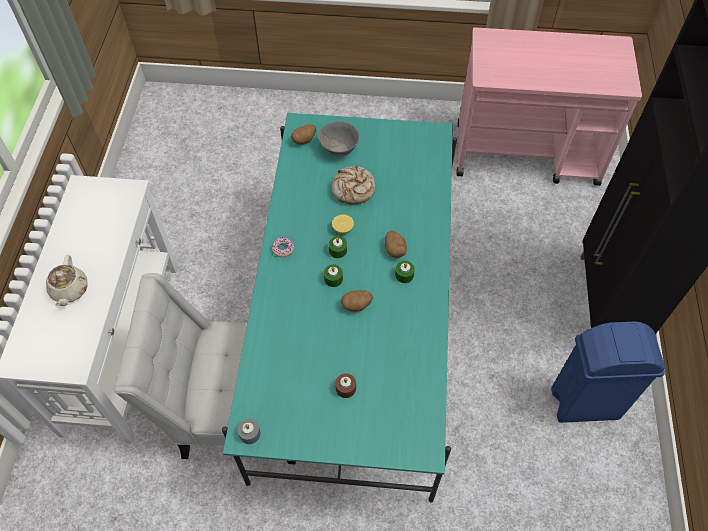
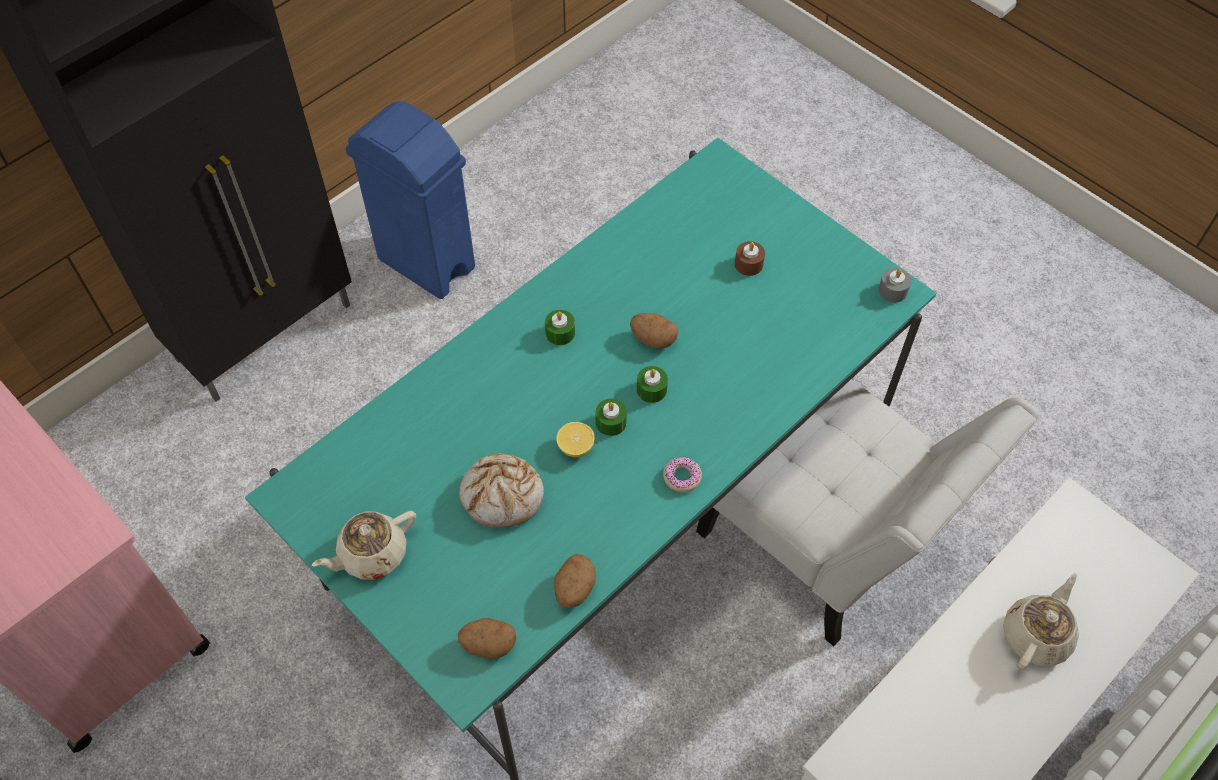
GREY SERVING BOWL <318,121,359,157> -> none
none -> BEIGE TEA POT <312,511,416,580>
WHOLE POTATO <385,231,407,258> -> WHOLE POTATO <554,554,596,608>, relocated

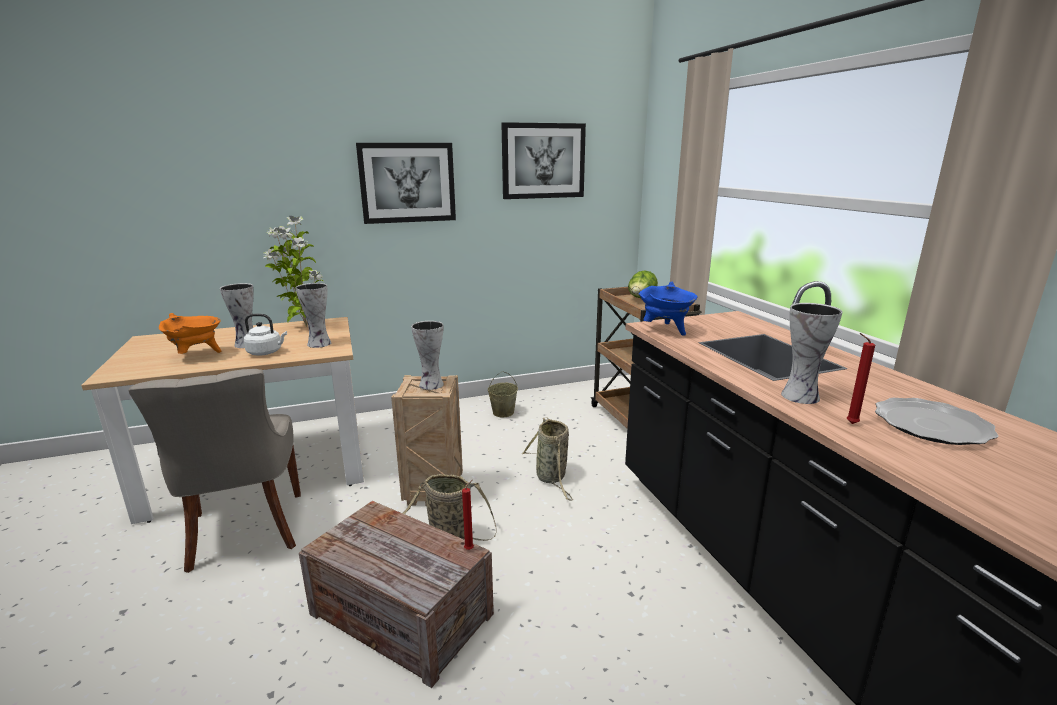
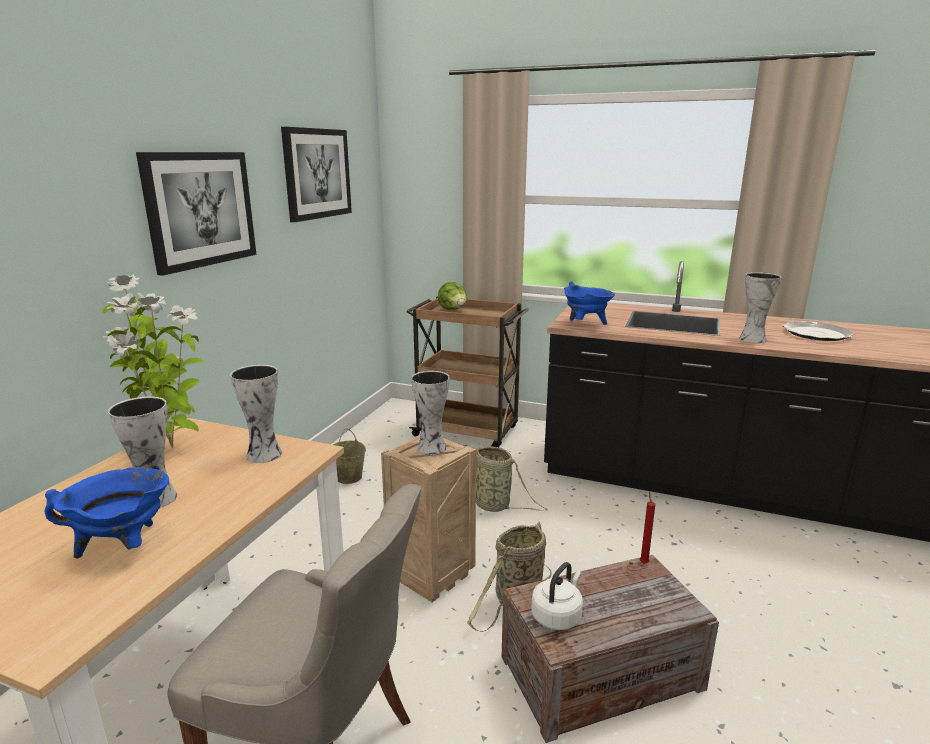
RED-COLOURED WAX CANDLE <847,333,875,424> -> none
WHITE TEA KETTLE <243,314,287,355> -> WHITE TEA KETTLE <531,562,583,630>, relocated
ORANGEY COOKING POT <159,313,221,354> -> BLUE-COLOURED COOKING POT <44,467,169,559>

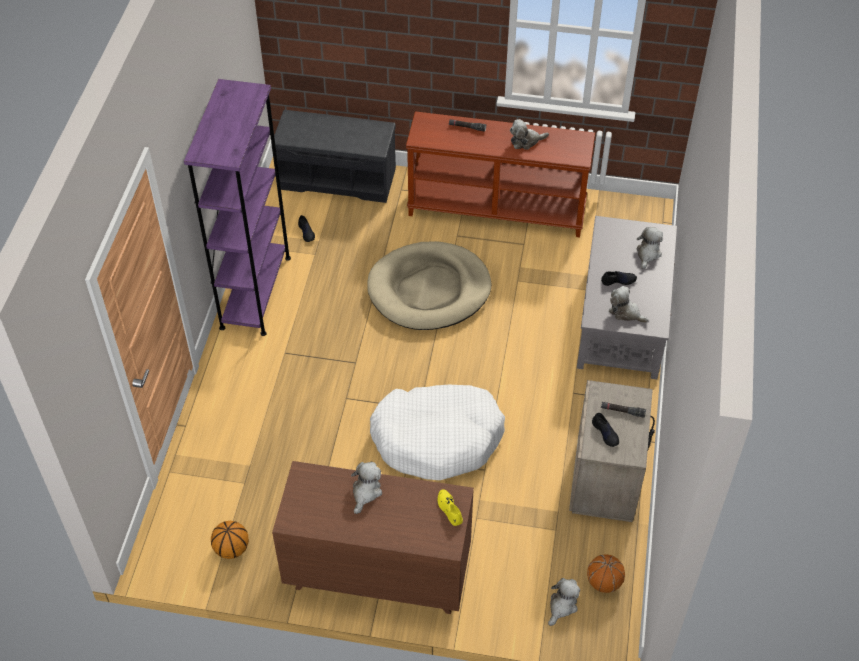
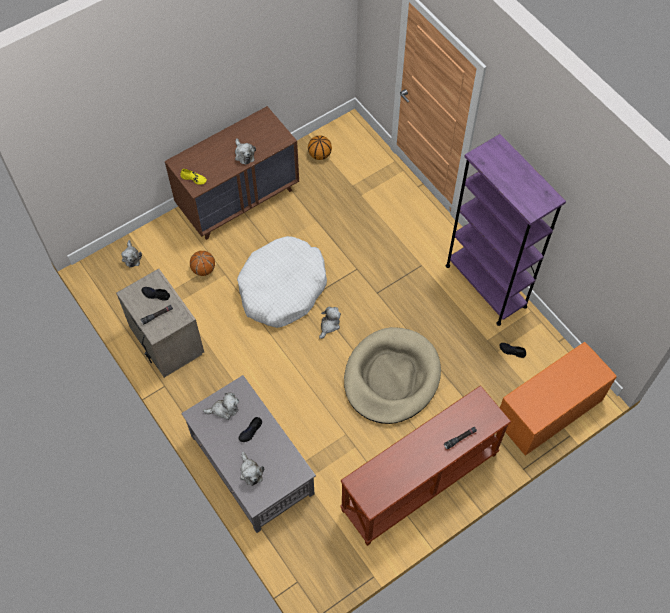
SOFT TOY <510,119,549,150> -> SOFT TOY <319,306,341,339>, relocated
BASKETBALL BALL <587,555,625,593> -> BASKETBALL BALL <190,251,215,276>, relocated
GREY INDOOR BENCH <274,110,396,203> -> ORANGEY INDOOR BENCH <500,342,617,456>

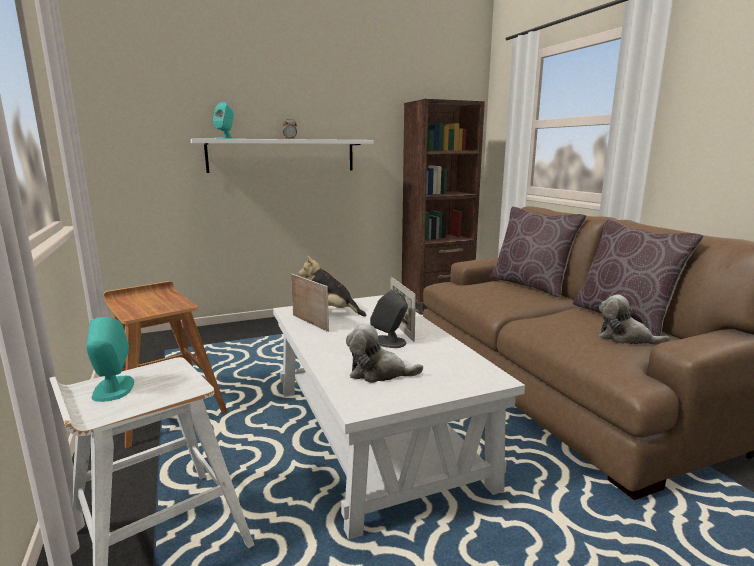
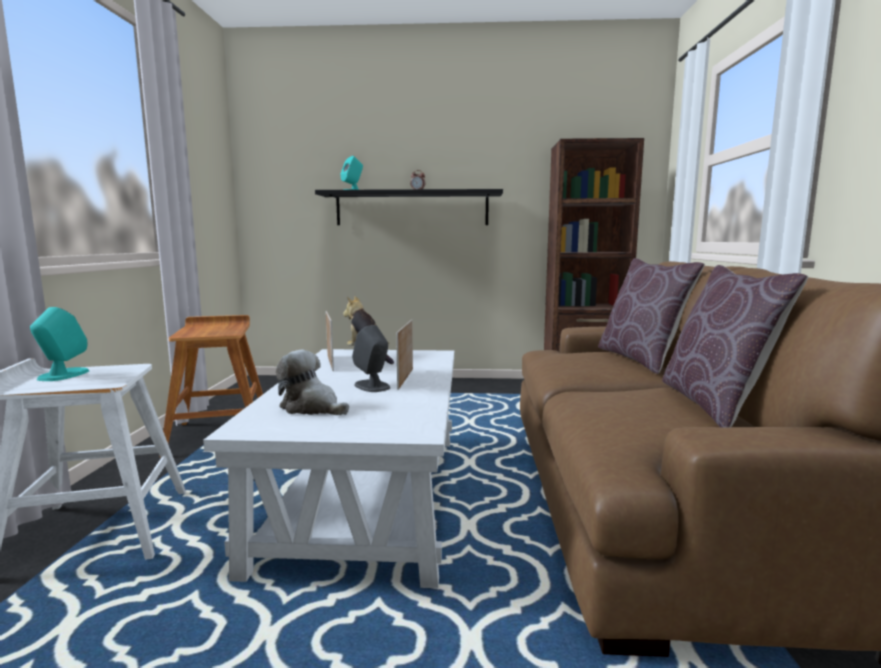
SOFT TOY <599,295,670,345> -> none
WHITE WALL SHELF <190,138,374,173> -> BLACK WALL SHELF <315,189,503,225>

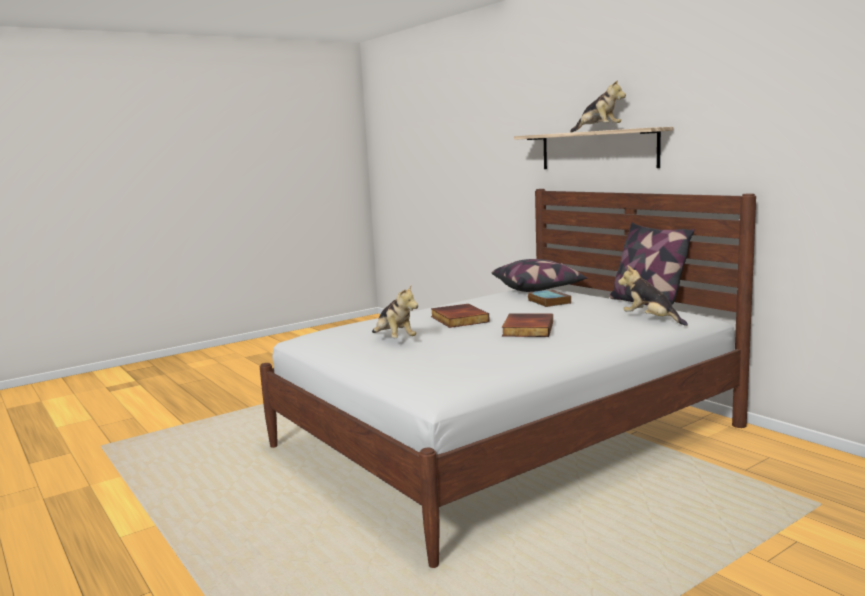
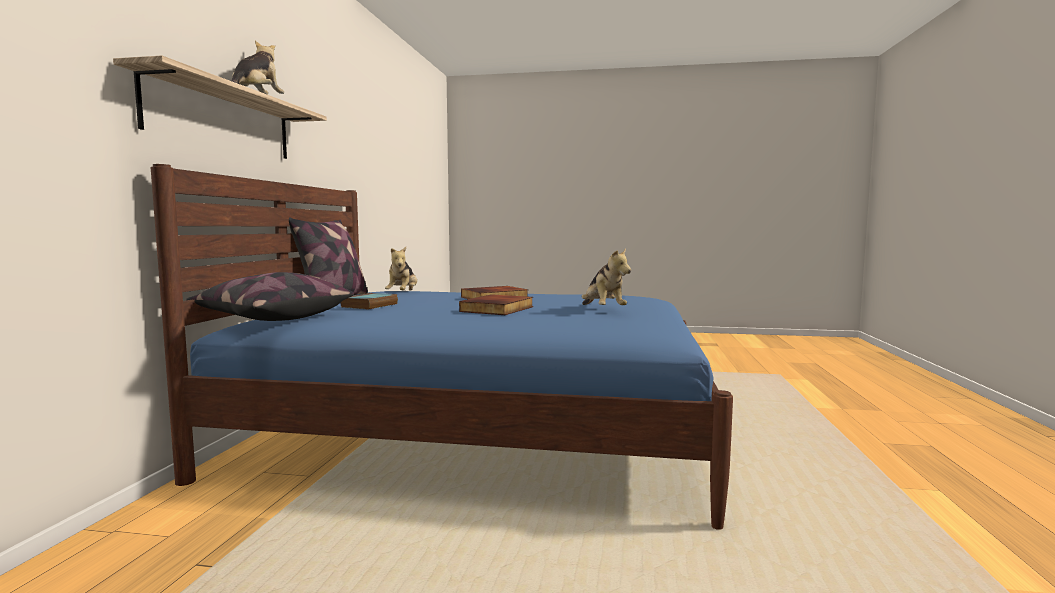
WHITE SLEEPING BED <260,189,756,568> -> BLUE-COLOURED SLEEPING BED <151,164,733,530>
SOFT TOY <372,286,418,338> -> SOFT TOY <582,248,631,305>, 150 degrees clockwise

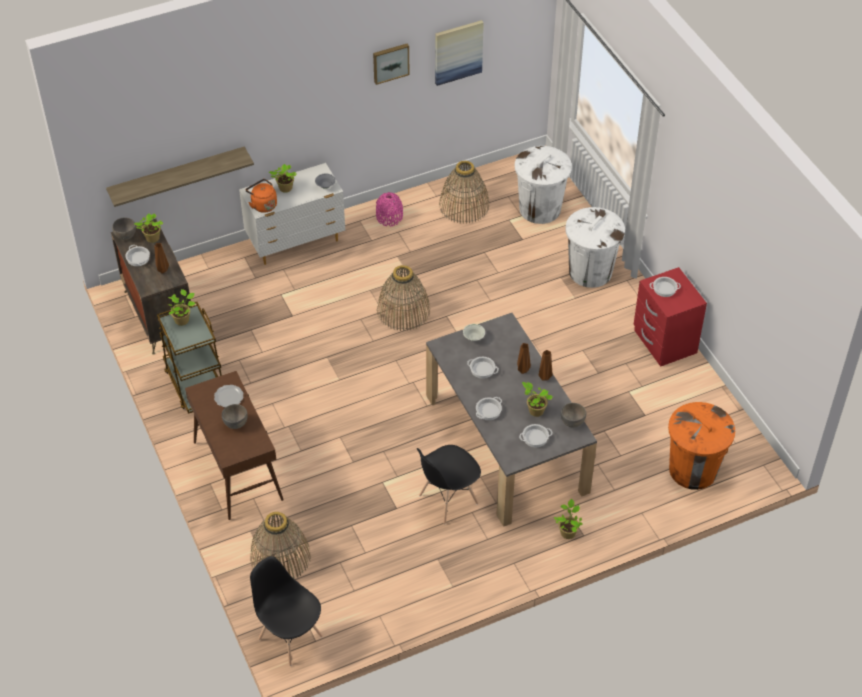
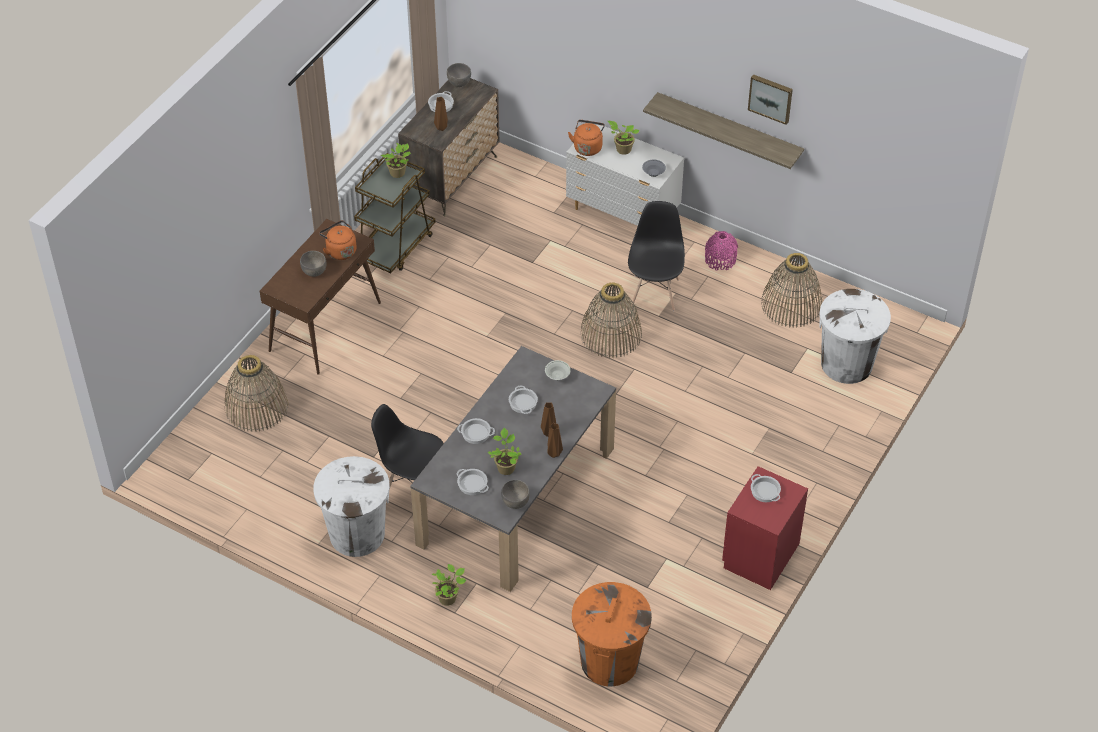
HOUSEPLANT <134,213,163,243> -> none
PICTURE <435,20,484,86> -> none
WALL SHELF <106,147,254,207> -> WALL SHELF <643,92,804,169>, relocated
BLACK UPRIGHT CHAIR <250,556,323,666> -> BLACK UPRIGHT CHAIR <628,201,685,311>, relocated
WHITE RUBBISH BIN <565,207,625,288> -> WHITE RUBBISH BIN <313,456,390,557>, relocated
DINNER PLATE <214,385,243,407> -> ORANGEY TEA KETTLE <320,220,357,260>

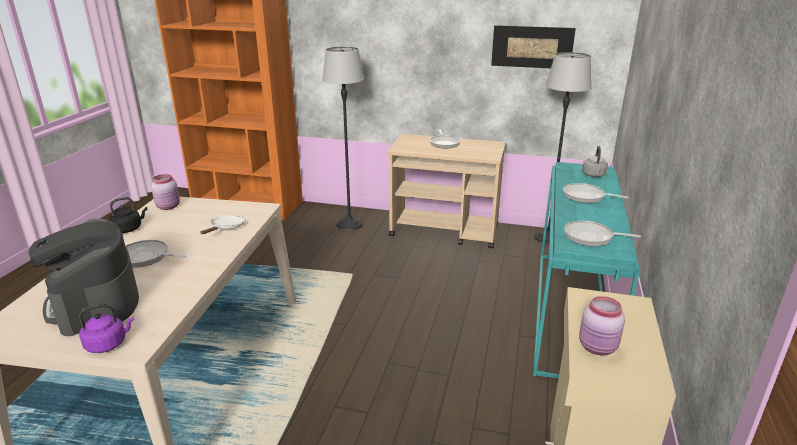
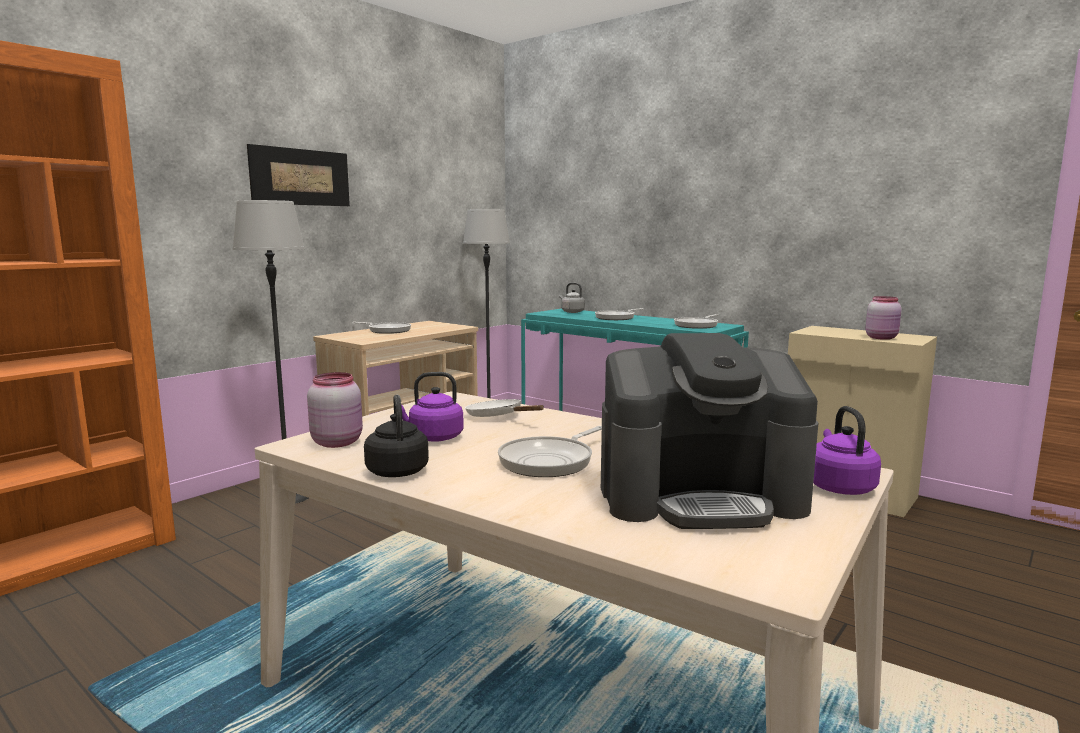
none -> PURPLE-COLOURED TEA KETTLE <402,372,464,442>
PICTURE <491,25,576,68> -> PICTURE <247,144,350,206>, relocated

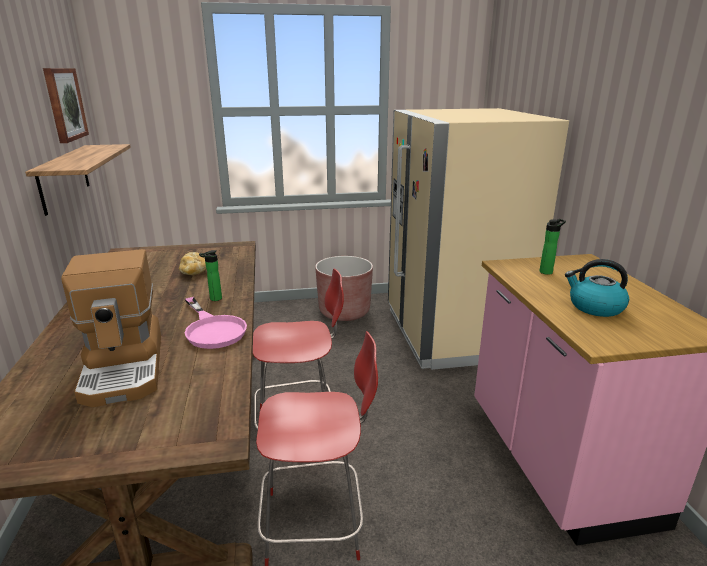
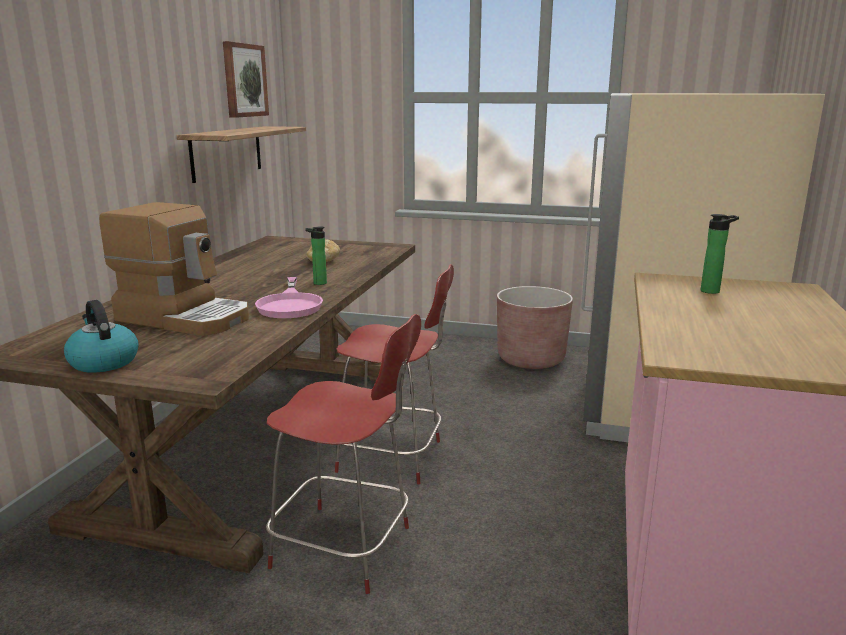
TEA KETTLE <565,259,629,317> -> TEA KETTLE <64,300,139,373>, relocated
COFFEE BREWER <61,249,161,407> -> COFFEE BREWER <99,202,249,336>, 75 degrees counterclockwise

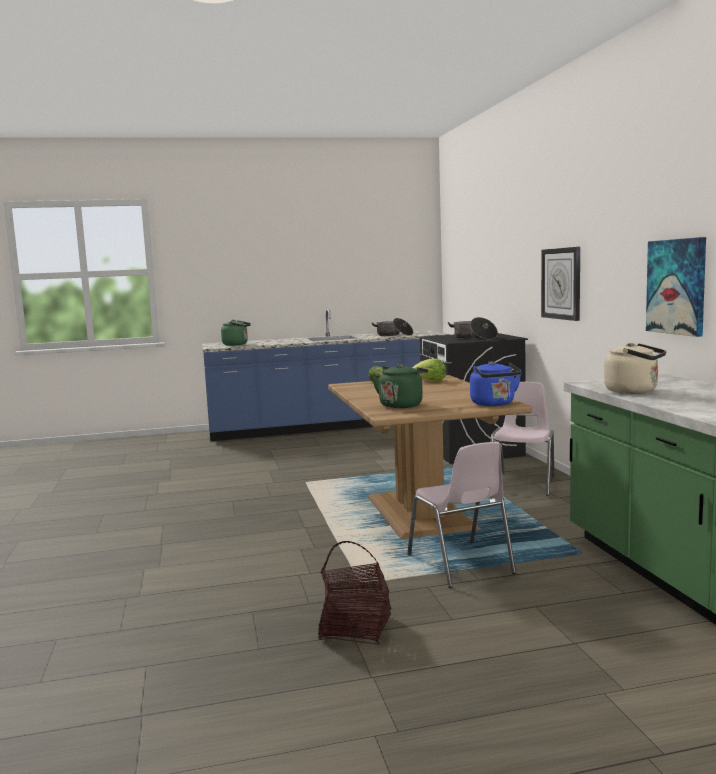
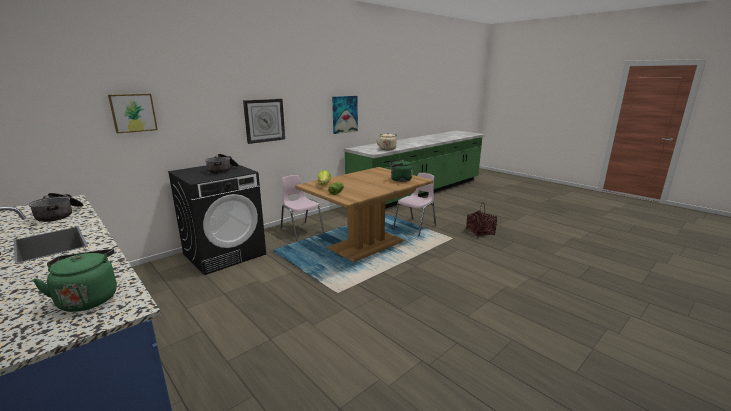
BLUE-COLOURED TEA KETTLE <470,361,521,406> -> none
none -> PICTURE <108,94,158,133>
PINKISH UPRIGHT CHAIR <491,382,554,496> -> PINKISH UPRIGHT CHAIR <280,175,324,241>, 60 degrees clockwise

